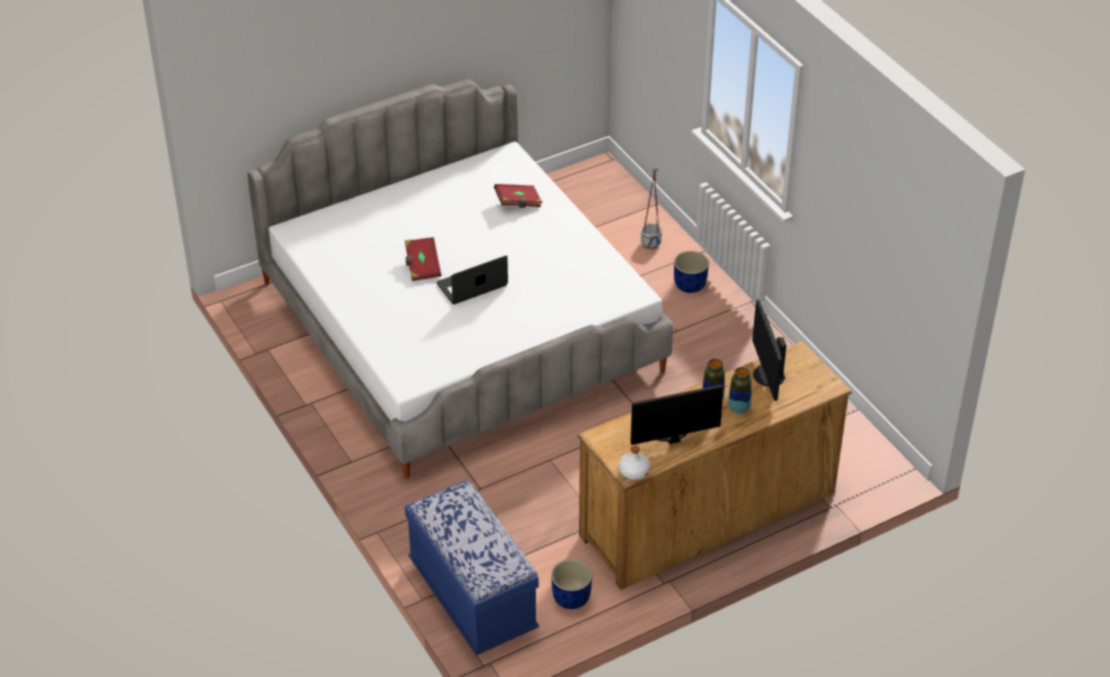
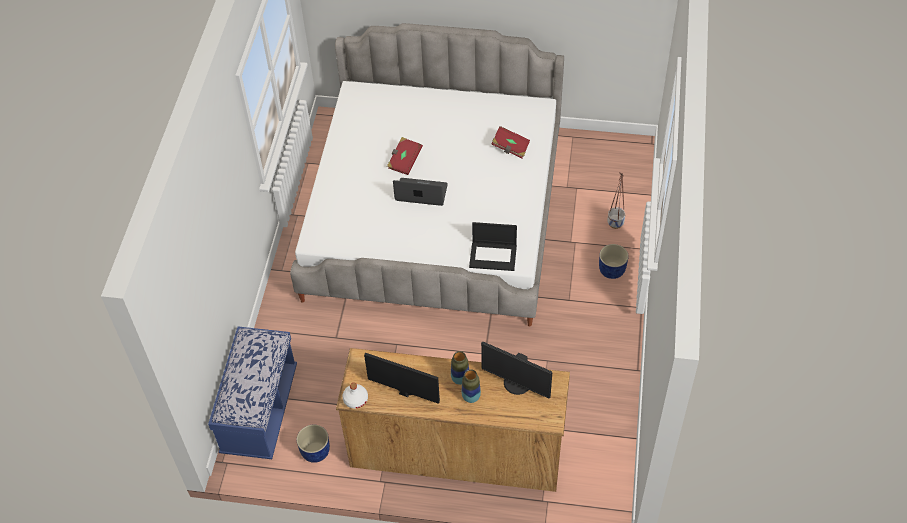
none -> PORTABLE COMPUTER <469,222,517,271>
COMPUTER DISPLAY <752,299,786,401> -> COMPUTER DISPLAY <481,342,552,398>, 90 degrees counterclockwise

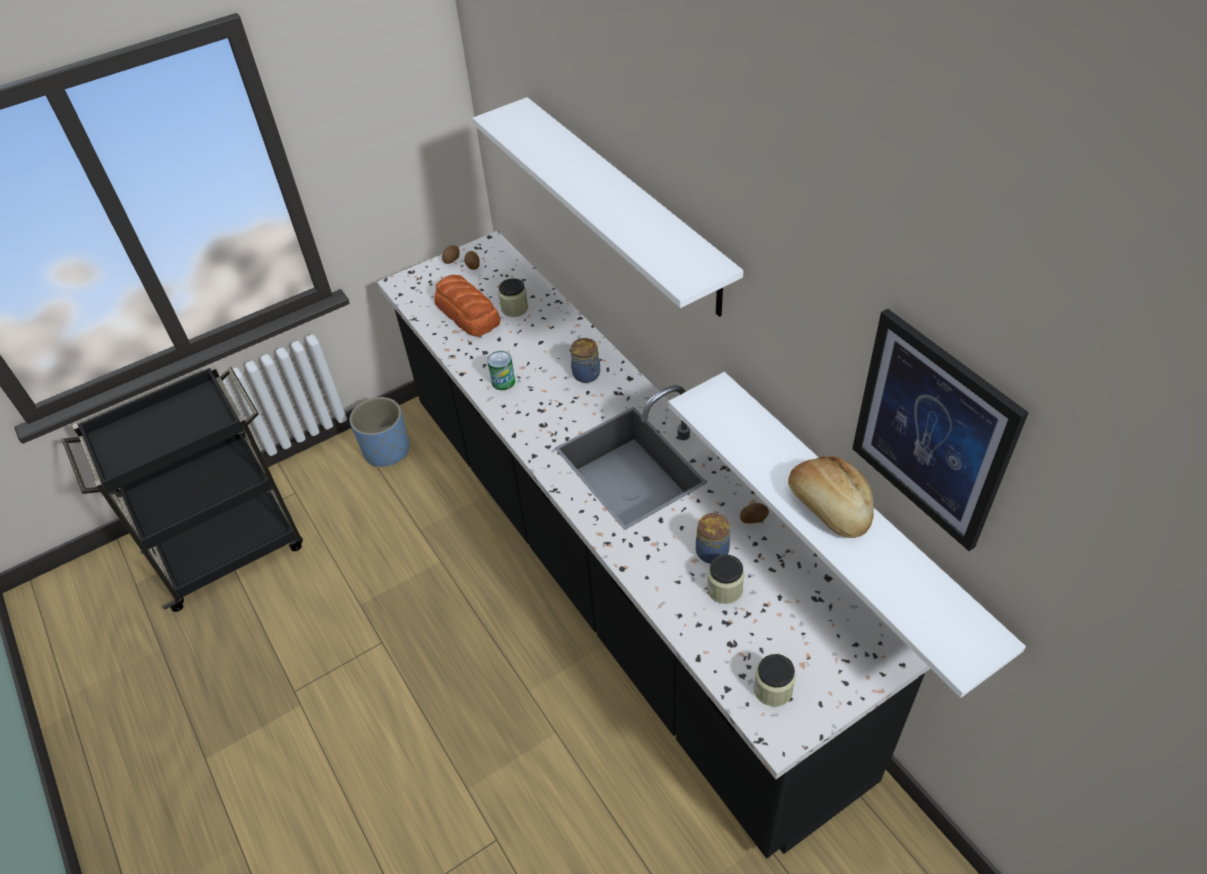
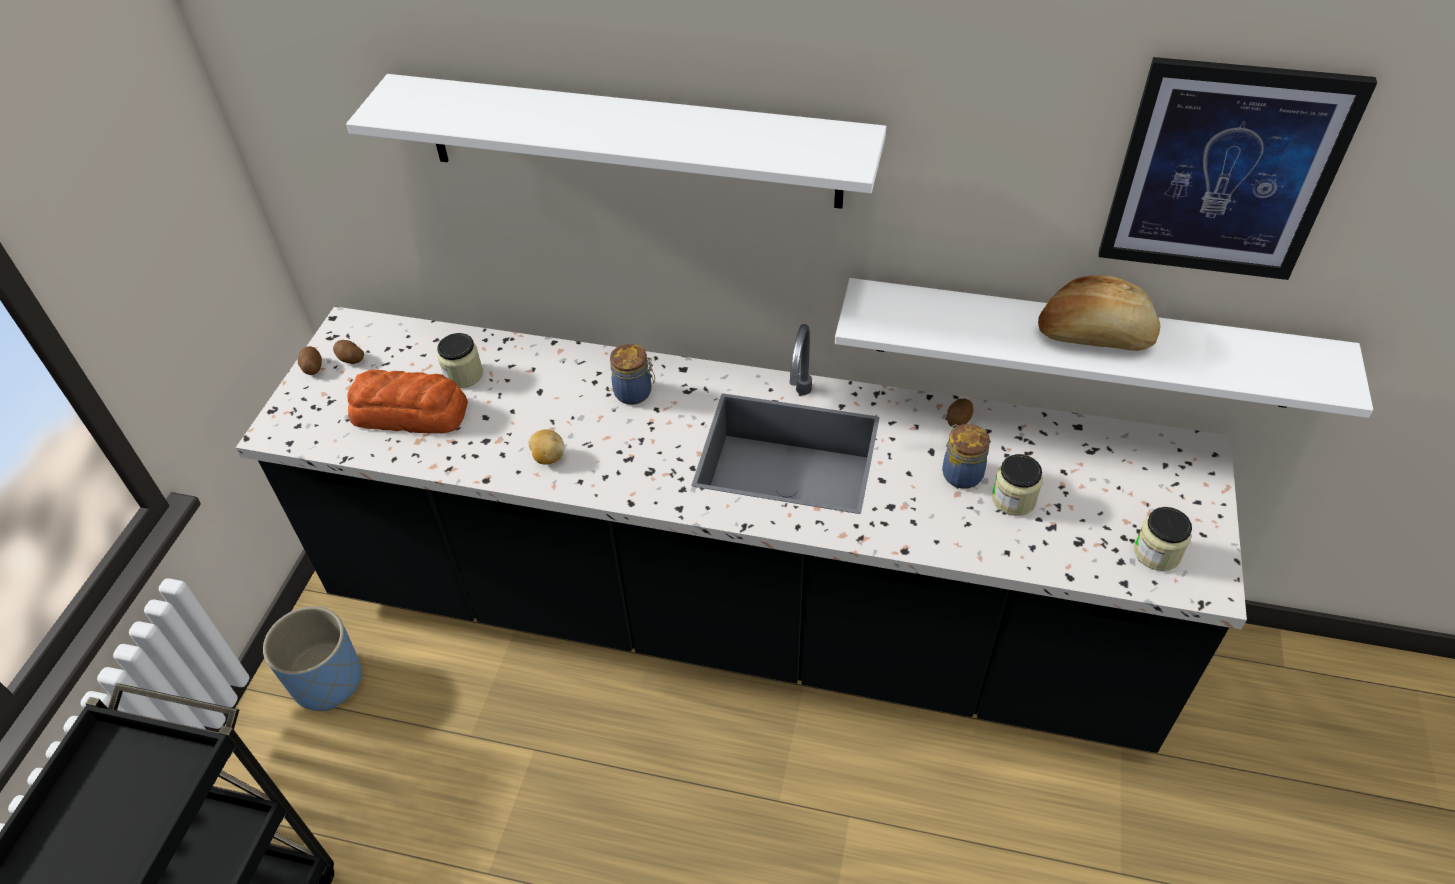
CAN <487,351,515,390> -> WHOLE POTATO <529,430,564,465>

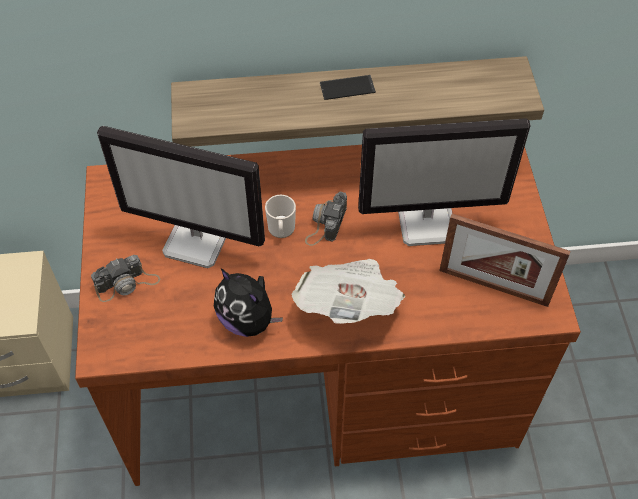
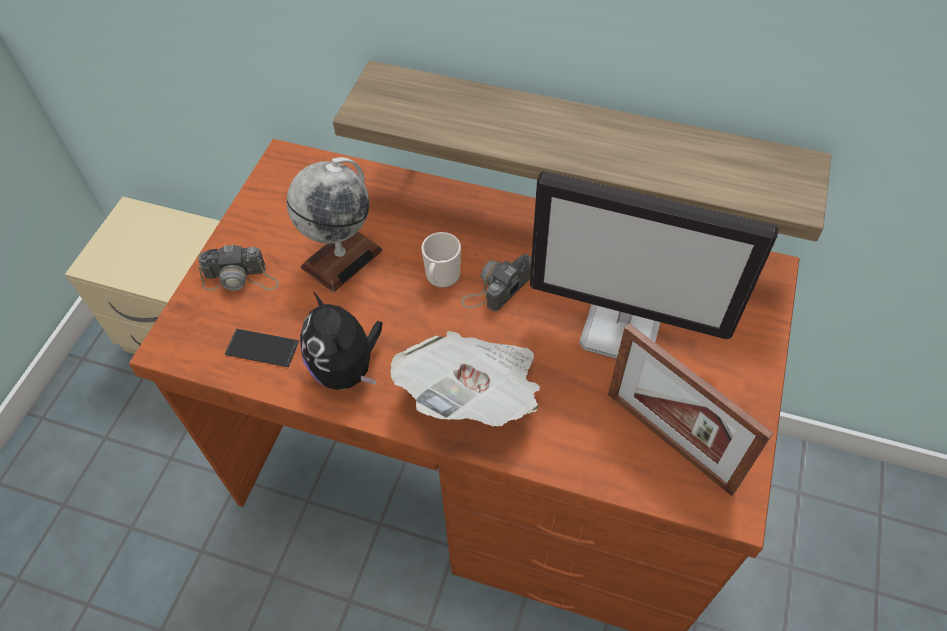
PHONE <320,75,376,100> -> PHONE <225,328,299,367>, relocated
COMPUTER DISPLAY <97,126,265,268> -> DESK GLOBE <287,157,383,292>

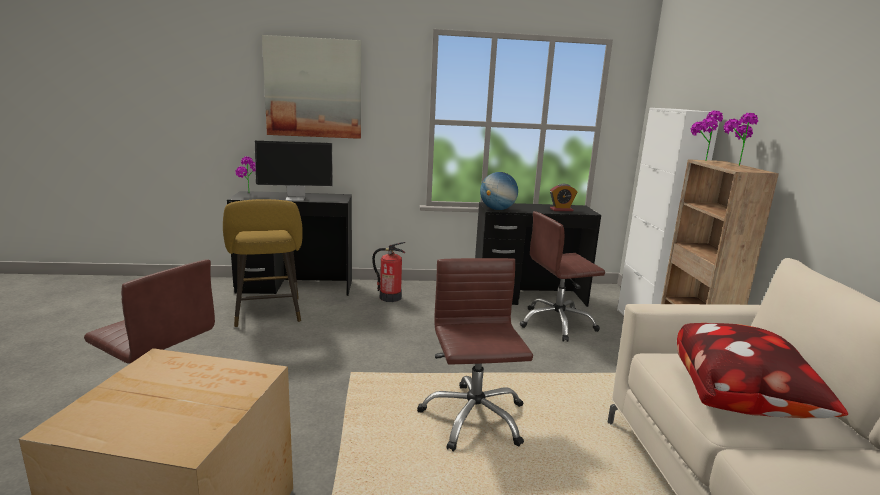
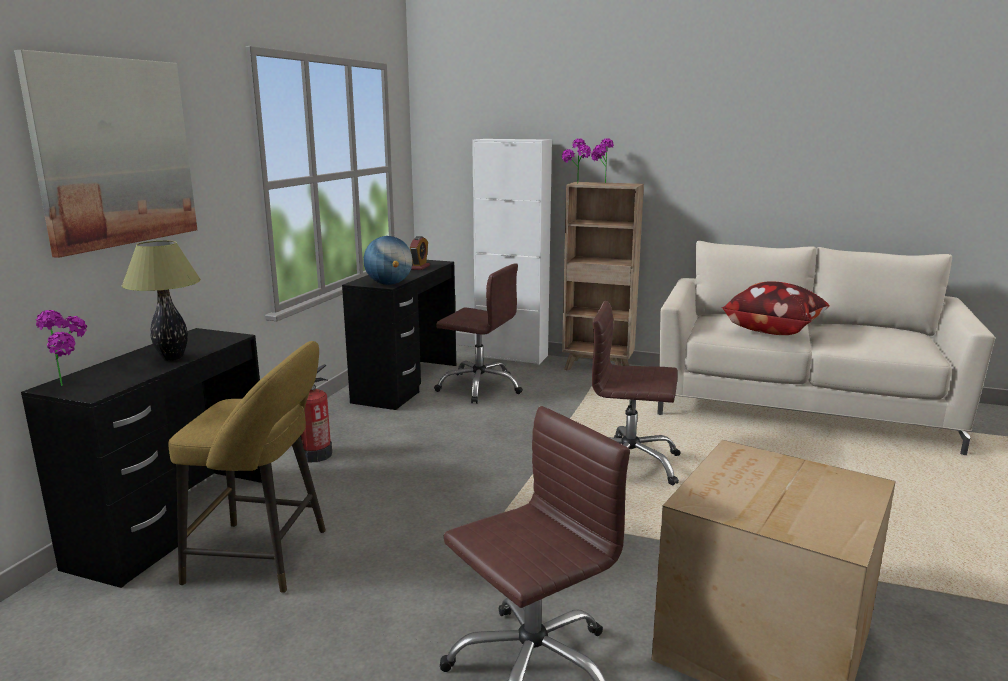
COMPUTER DISPLAY <255,141,333,201> -> TABLETOP LAMP <122,240,201,361>
BROWN-COLOURED OFFICE CHAIR <520,211,605,342> -> BROWN-COLOURED OFFICE CHAIR <434,263,523,404>, 75 degrees counterclockwise

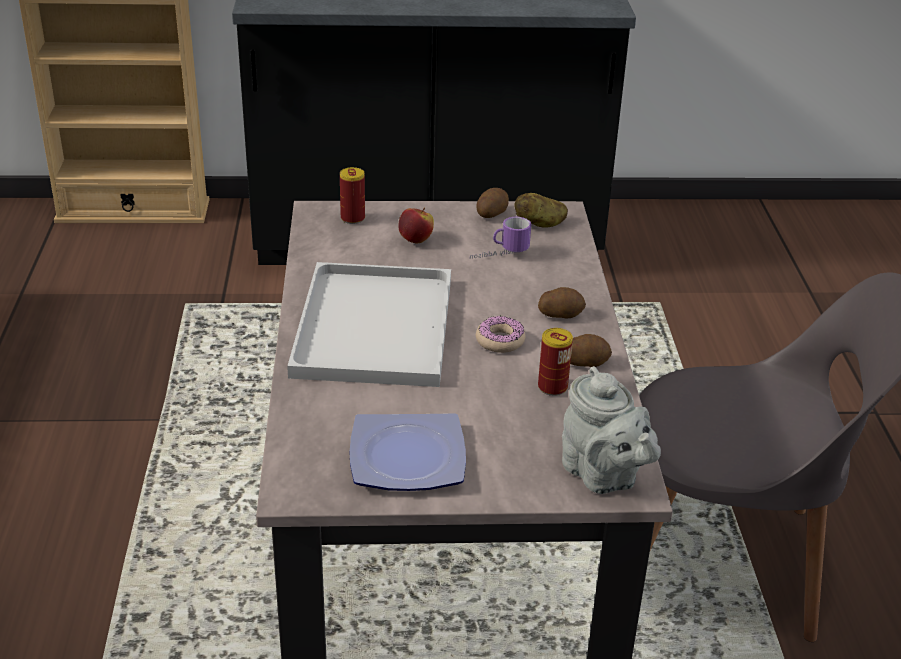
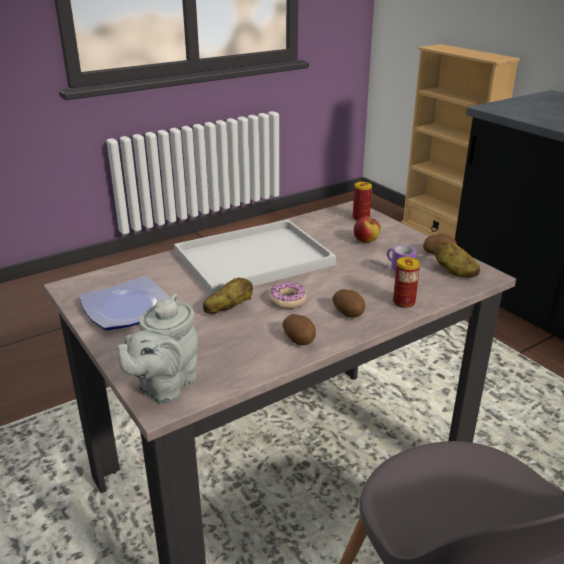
none -> WHOLE POTATO <203,278,253,314>
CAN <538,328,573,396> -> CAN <393,257,420,308>, relocated

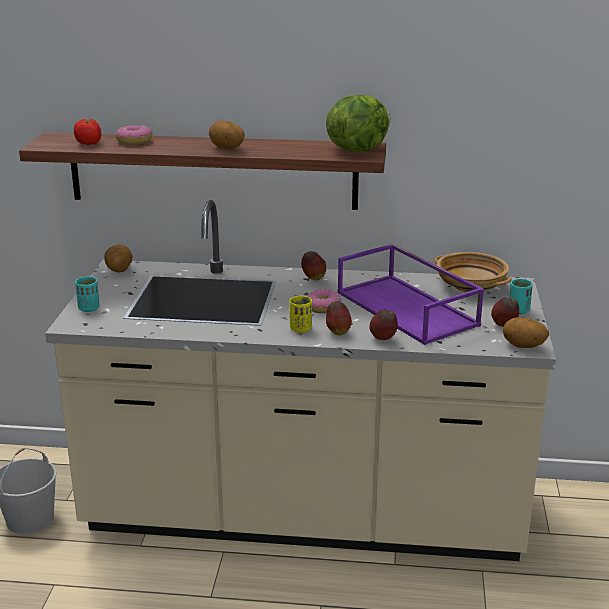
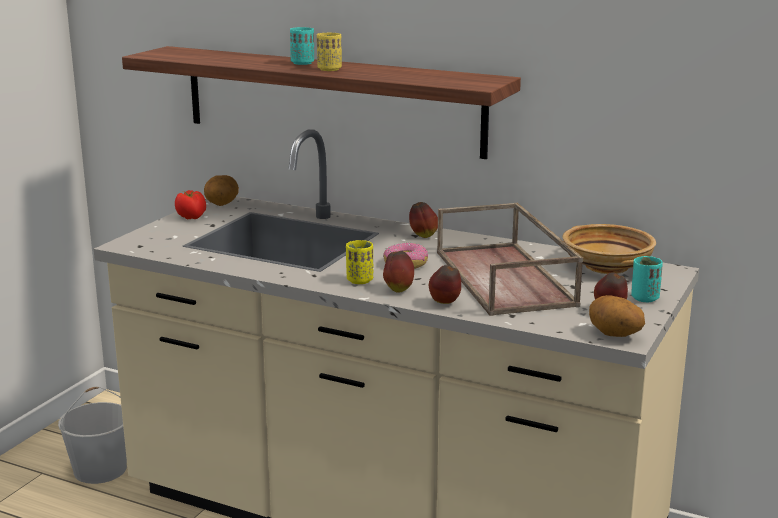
DOUGHNUT <116,125,152,145> -> none
LETTUCE HEAD <326,95,391,152> -> none
FRESH TOMATO <74,119,101,145> -> FRESH TOMATO <175,190,206,219>, relocated
BLUE-GREEN SMALL CUP <75,277,99,312> -> BLUE-GREEN SMALL CUP <290,27,314,65>, relocated
WHOLE POTATO <209,121,245,149> -> YELLOWISH SMALL CUP <317,32,342,71>
PURPLE-COLOURED CARRYING TRAY <337,244,484,345> -> BROWN-COLOURED CARRYING TRAY <437,203,583,316>

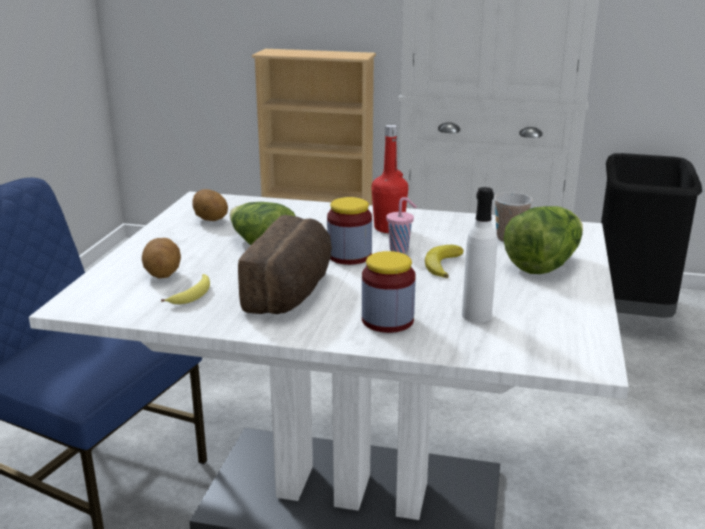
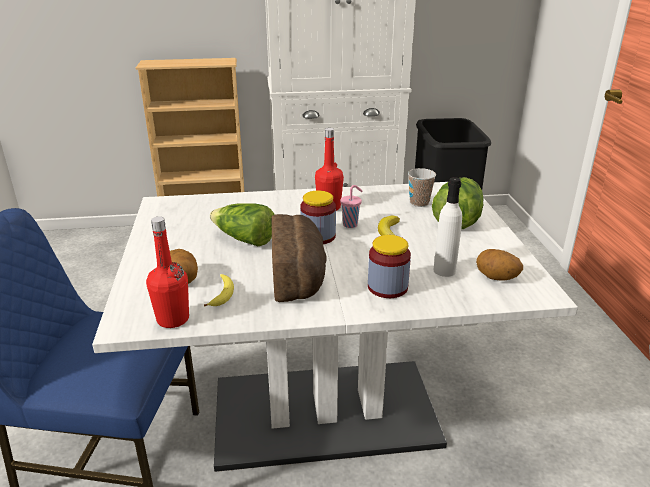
none -> RED-COLOURED BOTTLE <146,216,189,328>
WHOLE POTATO <192,189,228,221> -> WHOLE POTATO <476,249,523,281>, relocated

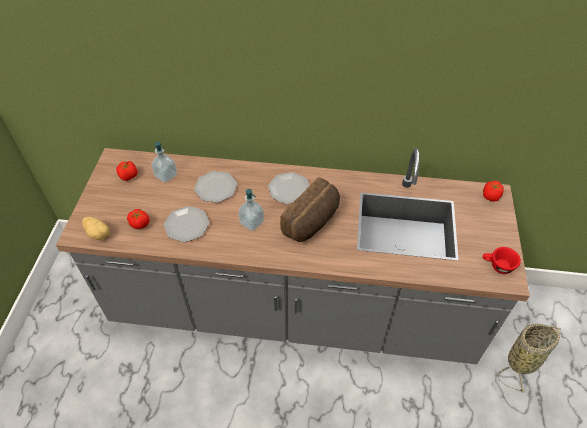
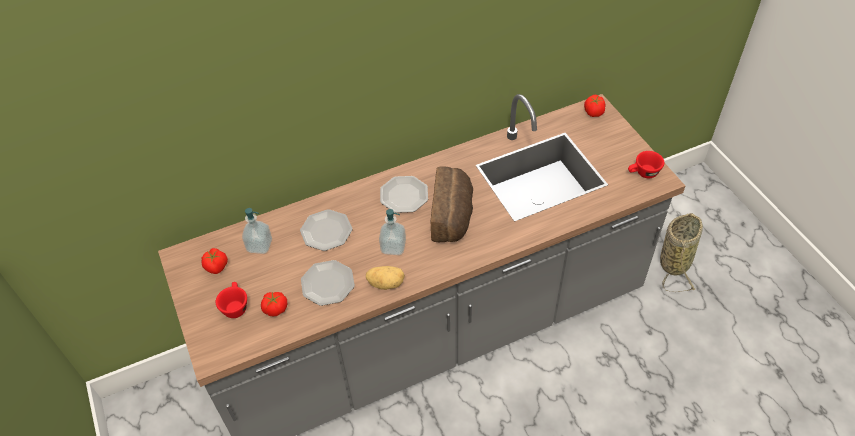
none -> RED-COLOURED SMALL CUP <216,282,247,318>
WHOLE POTATO <82,217,110,240> -> WHOLE POTATO <366,266,405,290>, relocated

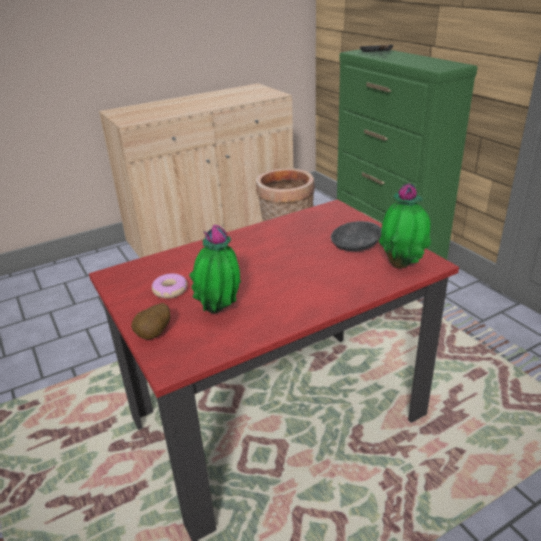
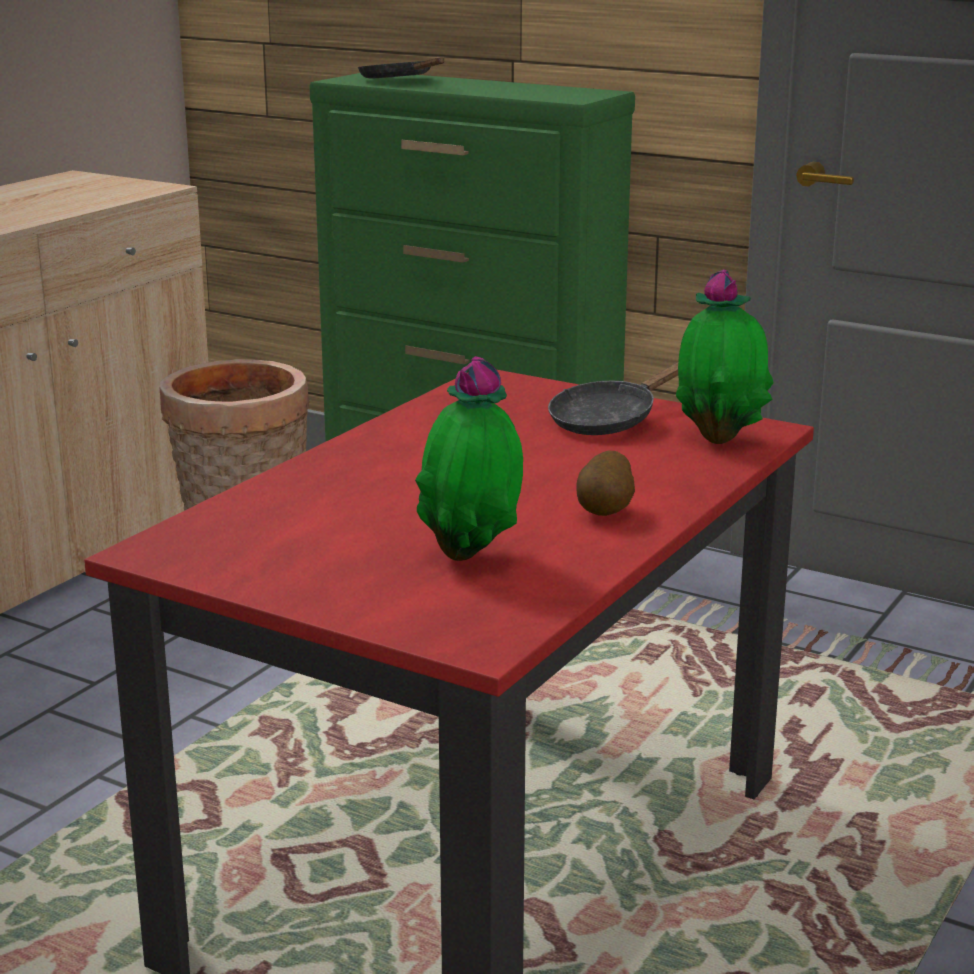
DOUGHNUT <152,273,187,299> -> none
WHOLE POTATO <131,303,170,340> -> WHOLE POTATO <576,451,635,516>, relocated

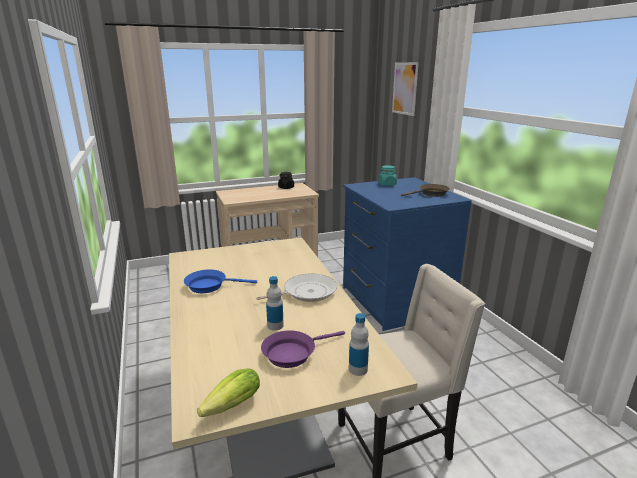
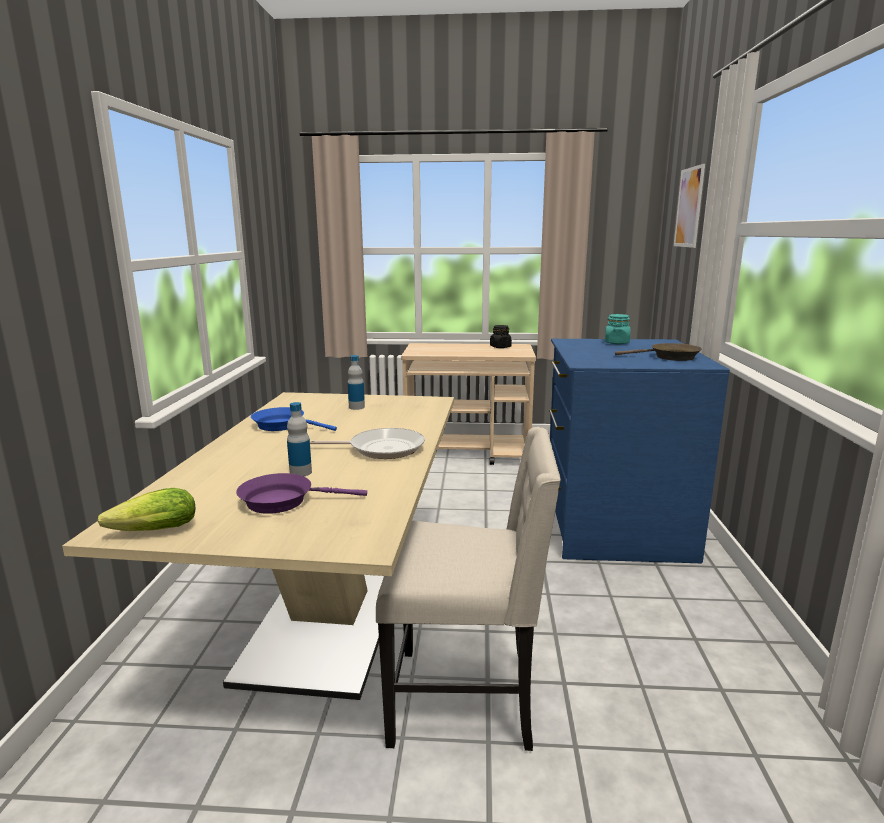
BOTTLE <349,313,369,376> -> BOTTLE <348,355,365,410>, relocated

